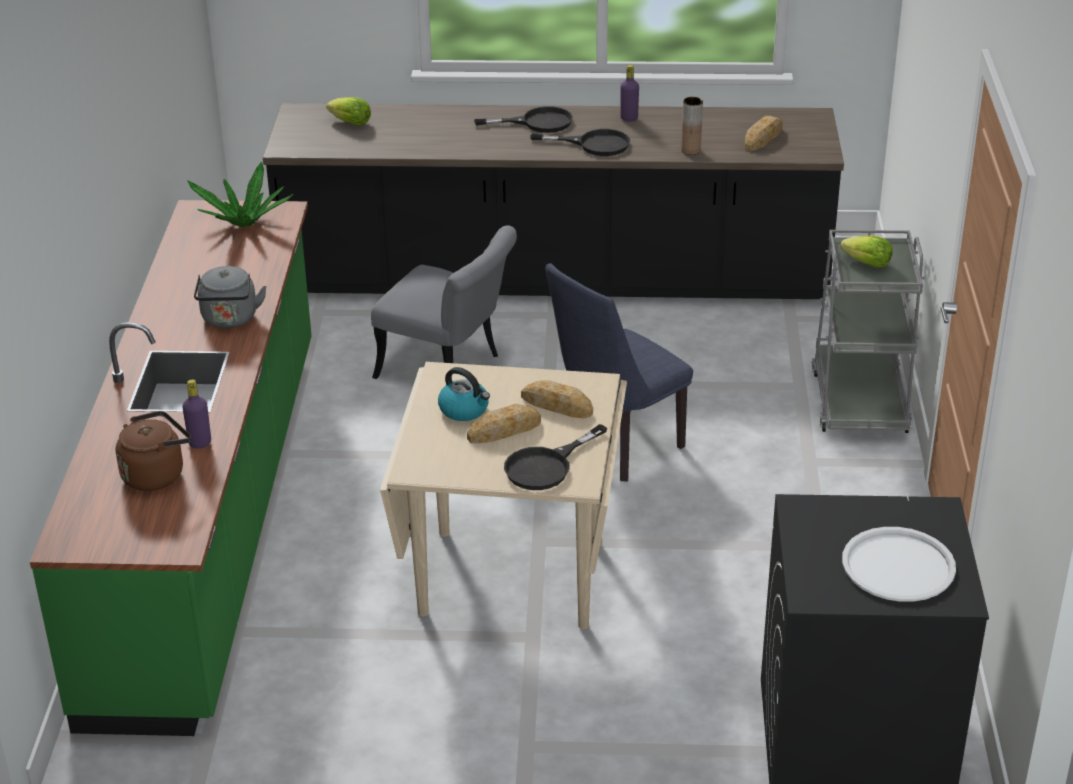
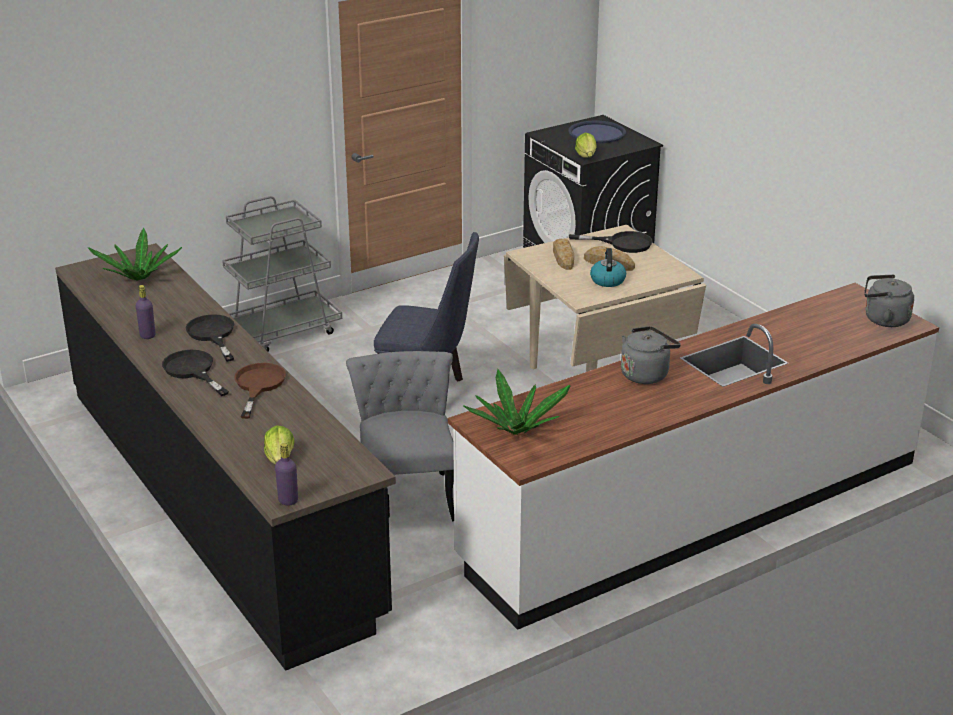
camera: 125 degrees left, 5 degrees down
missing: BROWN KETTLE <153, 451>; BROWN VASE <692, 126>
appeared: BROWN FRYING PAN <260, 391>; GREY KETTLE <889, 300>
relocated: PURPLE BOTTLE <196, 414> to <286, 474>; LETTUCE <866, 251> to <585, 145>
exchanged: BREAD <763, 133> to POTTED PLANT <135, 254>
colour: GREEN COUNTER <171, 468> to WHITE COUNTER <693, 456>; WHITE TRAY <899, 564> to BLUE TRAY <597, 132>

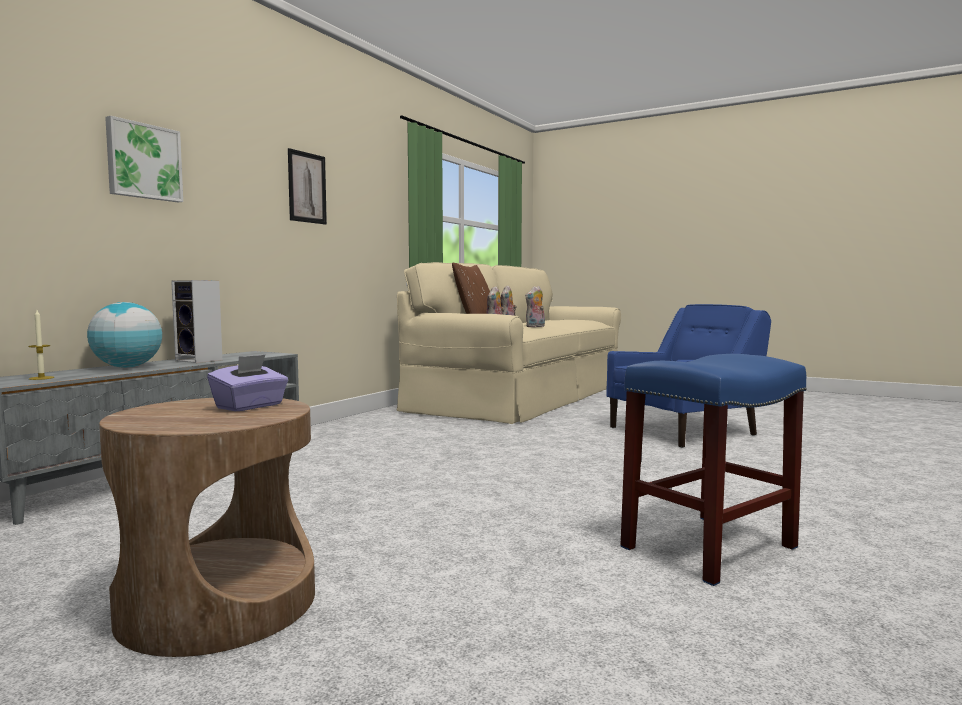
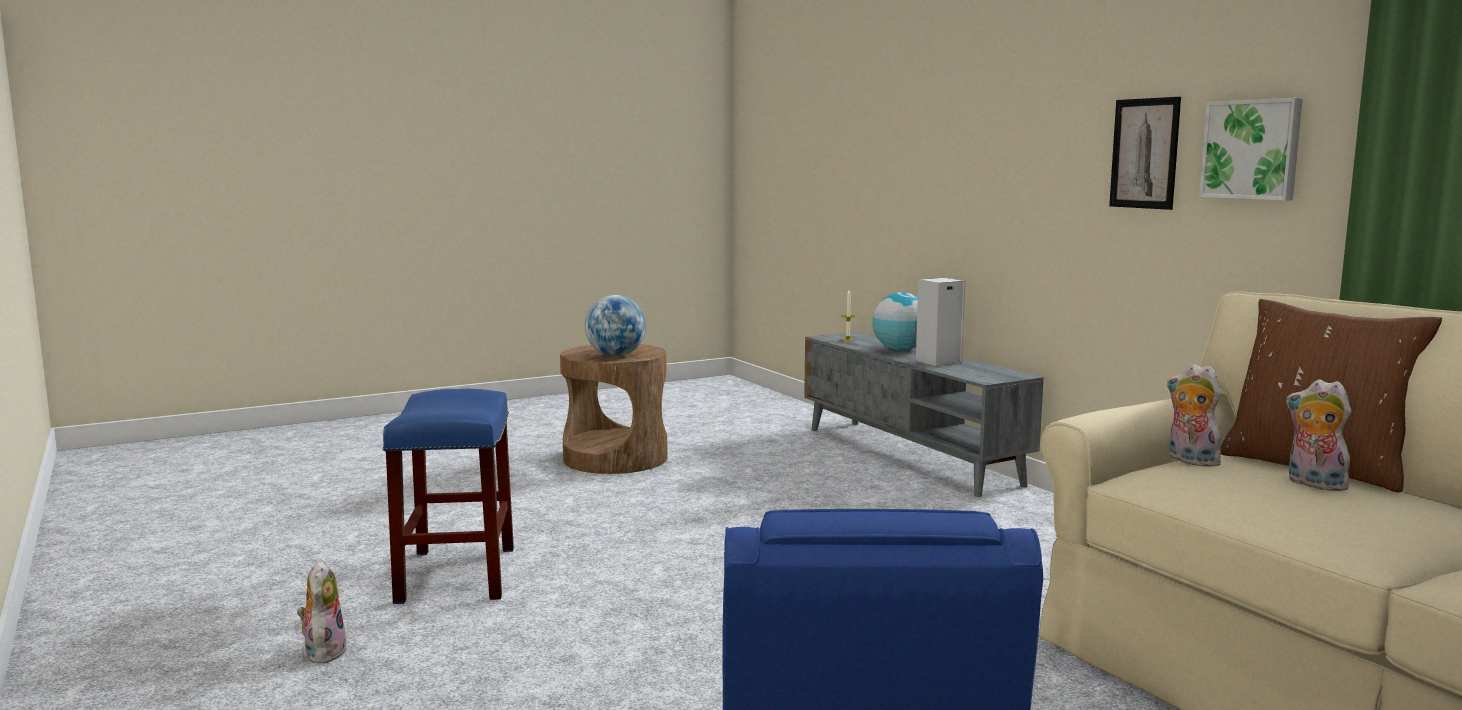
camera: 120 degrees right, 5 degrees up
relocated: PICTURE <144, 159> to <1251, 149>; PLUSH TOY <535, 306> to <322, 612>
exchanged: PURPLE TISSUE BOX <247, 382> to GLOBE <615, 326>

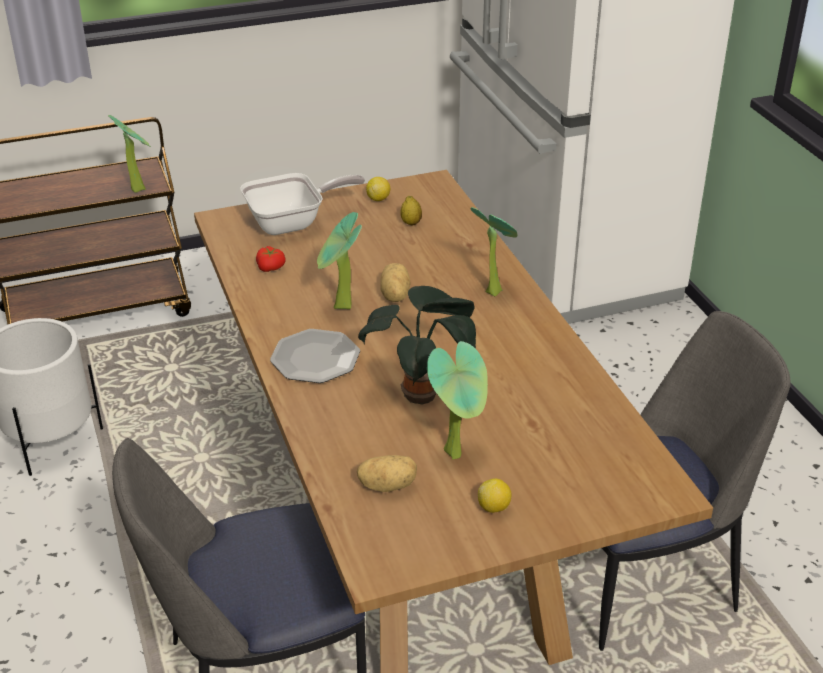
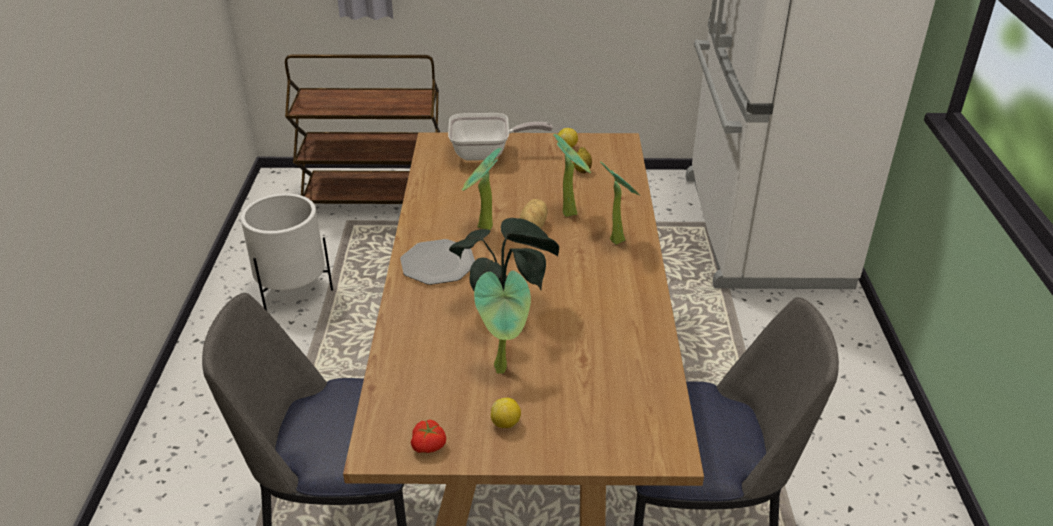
camera: 20 degrees right, 0 degrees up
missing: POTATO <387, 473>
relocated: POTTED PLANT <129, 154> to <572, 175>; TOMATO <271, 259> to <428, 436>

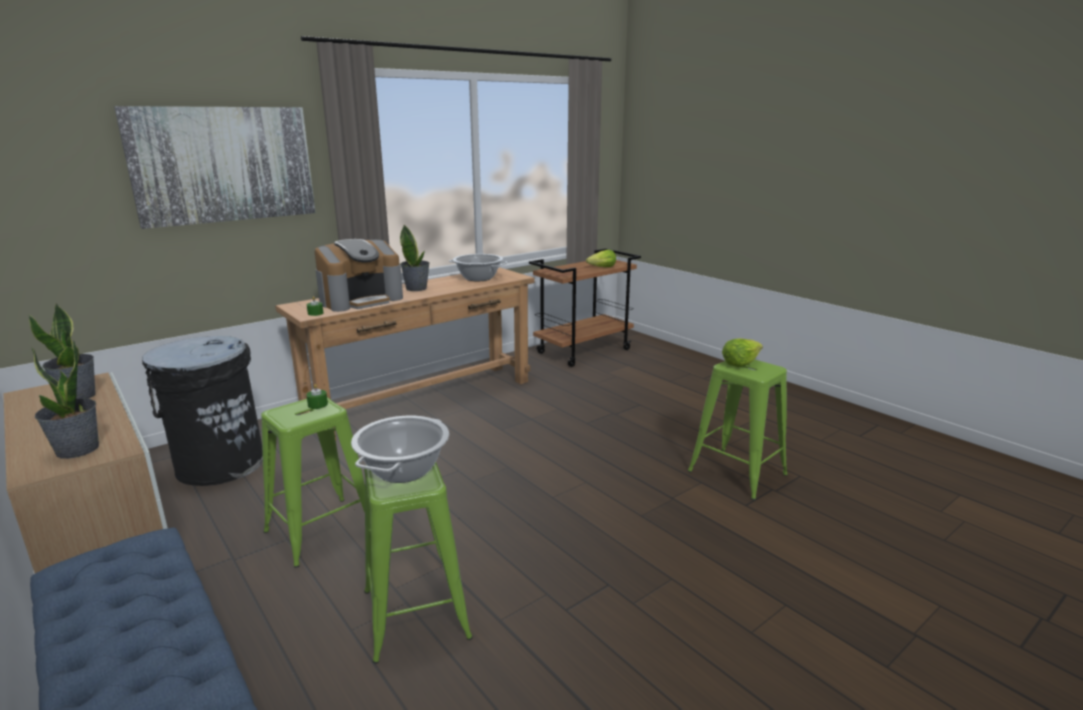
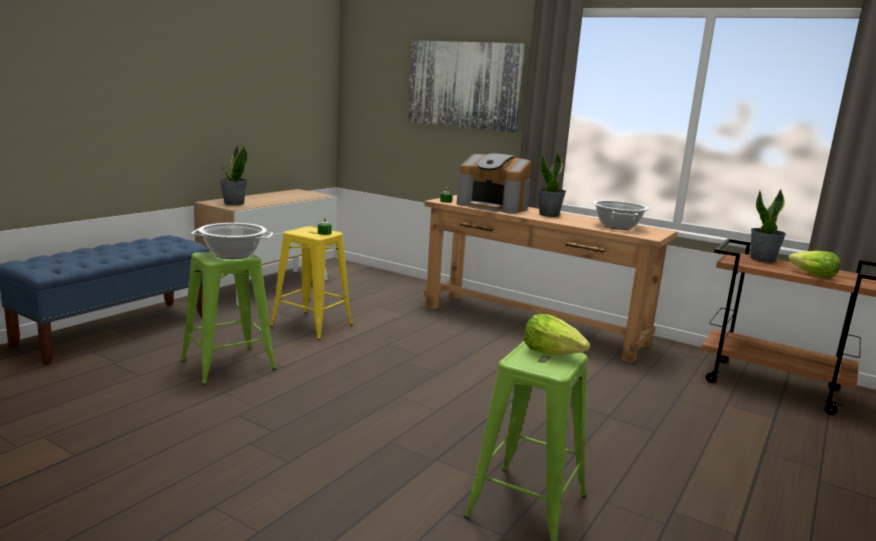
camera: 70 degrees right, 5 degrees down
missing: BLACK TRASH CAN <202, 411>
relocated: POTTED PLANT <62, 351> to <768, 225>
colour: GREEN STOOL <313, 482> to YELLOW STOOL <311, 283>

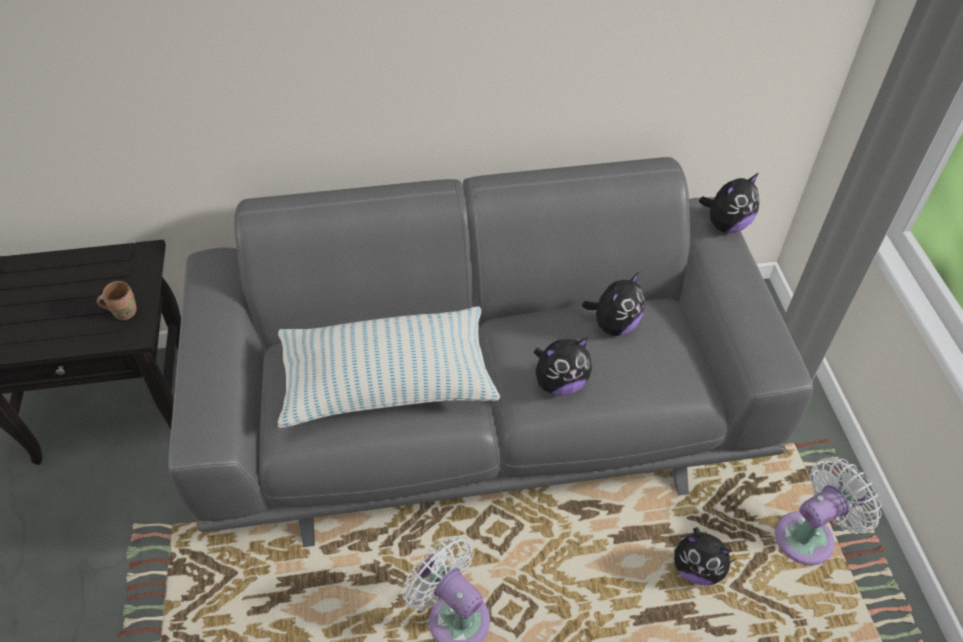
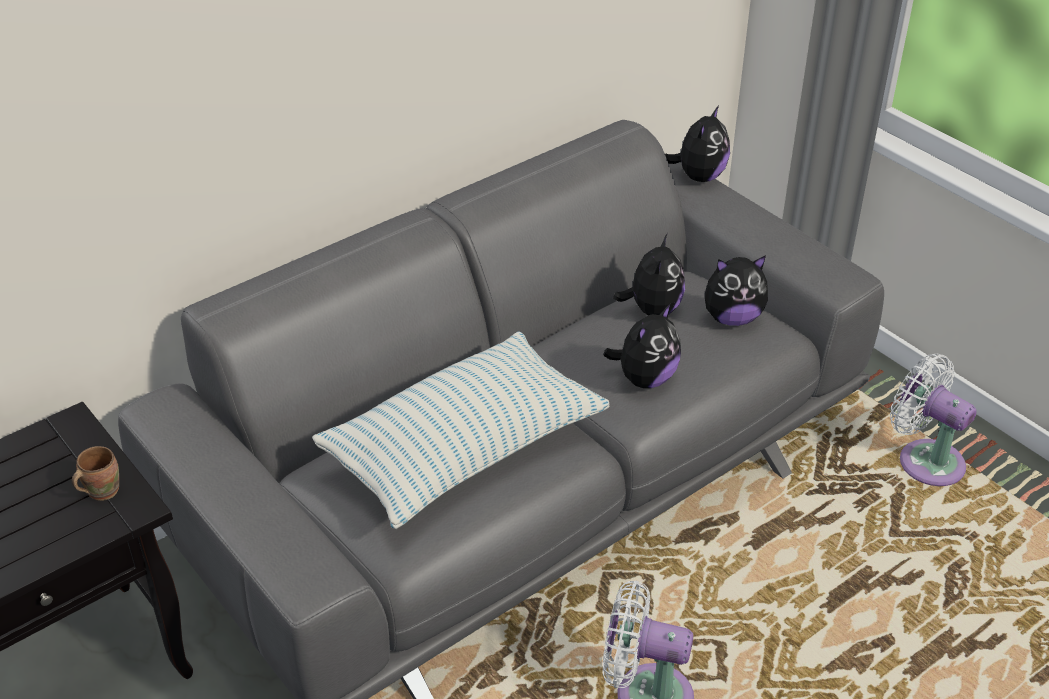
camera: 30 degrees left, 10 degrees down
relocated: PLUSH TOY <704, 556> to <736, 290>
spun: WHITE FAN <828, 511> = <933, 420> 75 degrees counterclockwise

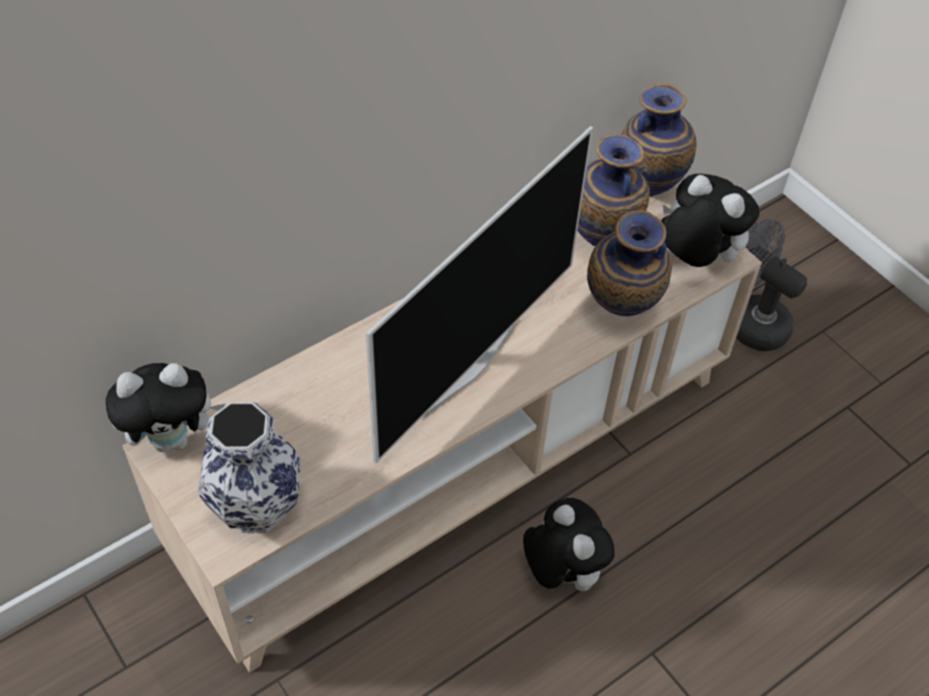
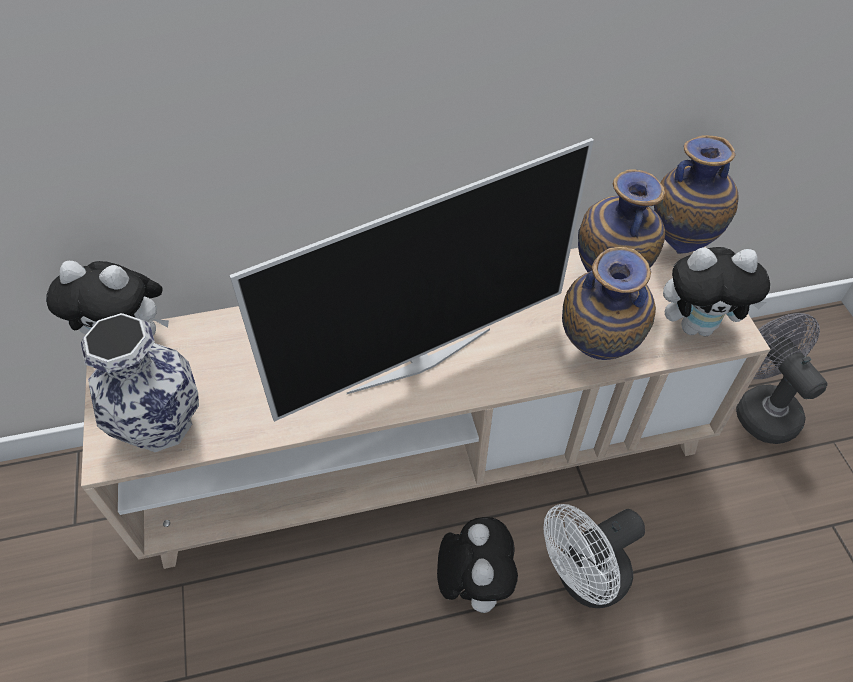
camera: 25 degrees right, 0 degrees up
appeared: WHITE FAN <594, 556>
spun: PLUSH TOY <710, 220> = <716, 291> 120 degrees clockwise

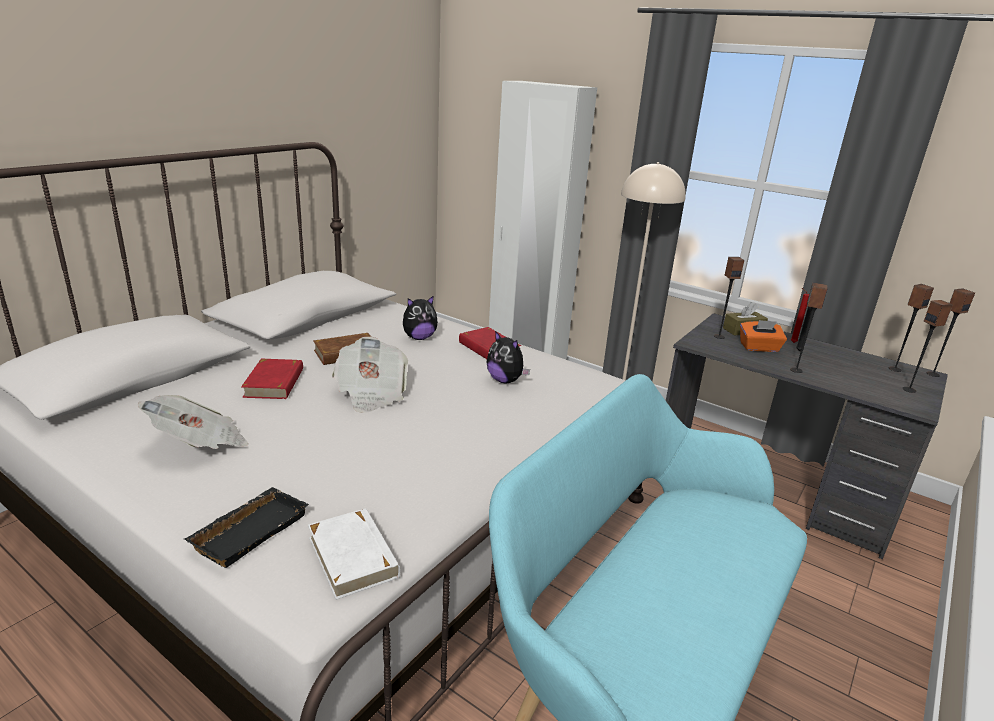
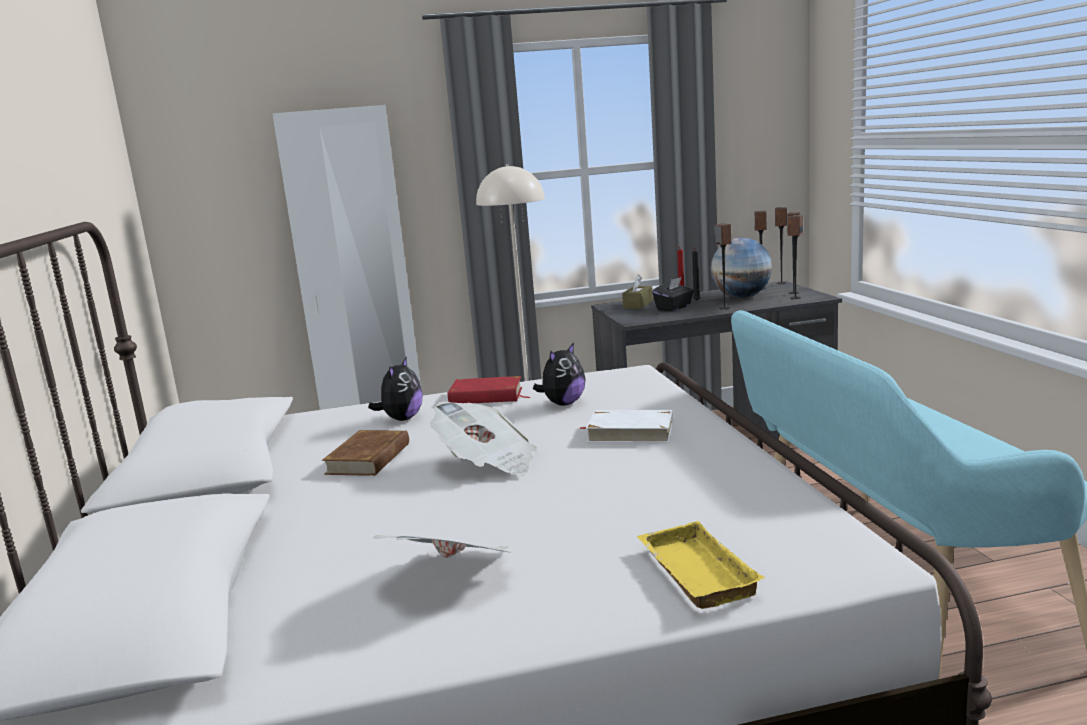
camera: 45 degrees left, 10 degrees down
missing: RED BOOK <272, 379>
appeared: GLOBE <741, 268>
relocated: WHITE BOOK <354, 554> to <626, 426>; SPEAKER <729, 298> to <795, 257>
colour: BLACK TRAY <246, 527> to YELLOW TRAY <701, 565>; ORANGE TISSUE BOX <763, 336> to BLACK TISSUE BOX <673, 294>
spun: PLUSH TOY <508, 357> = <559, 374> 45 degrees counterclockwise

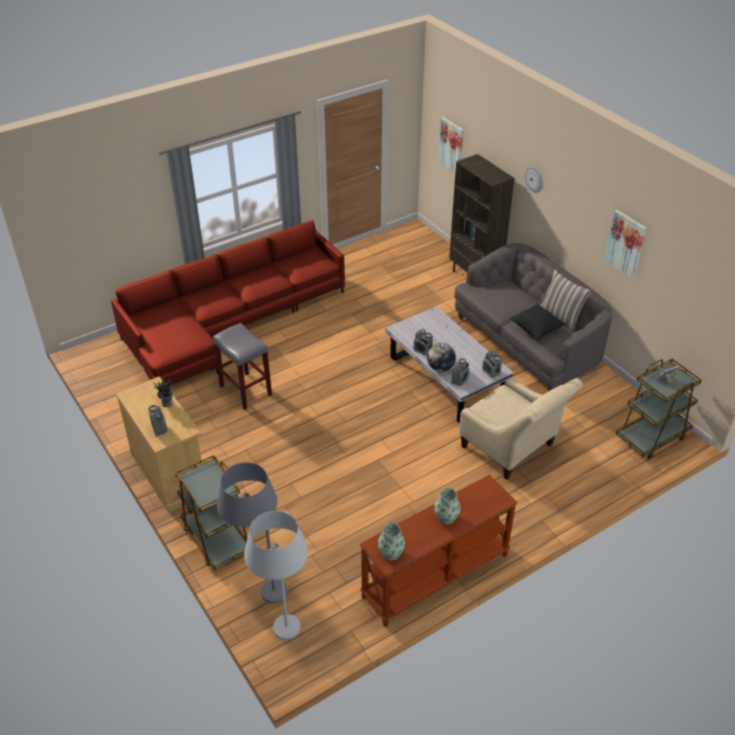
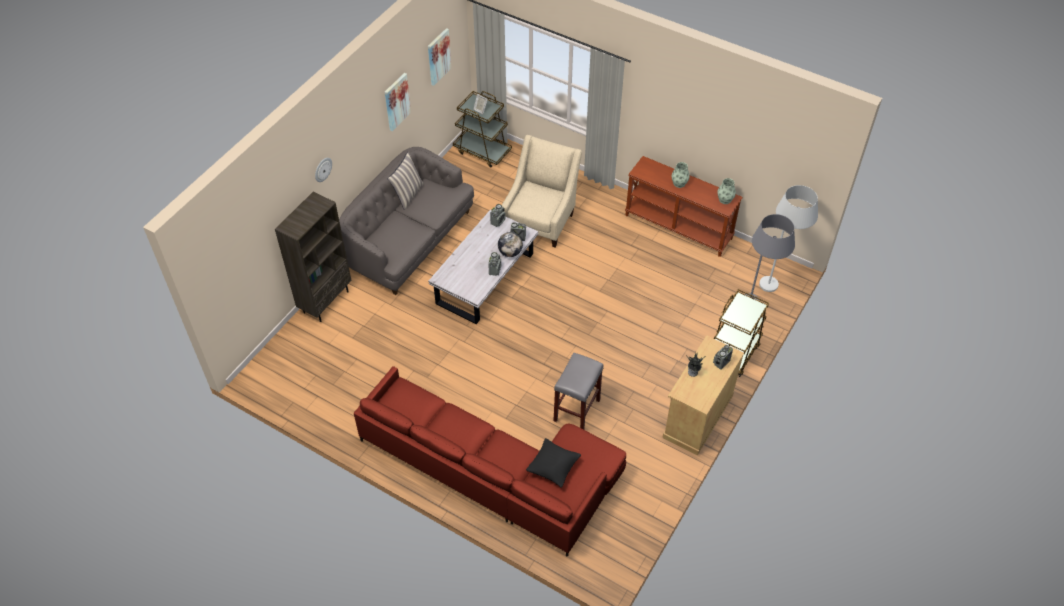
camera: 115 degrees left, 10 degrees up
relocated: PICTURE <451, 145> to <440, 57>; BLACK PILLOW <538, 322> to <553, 463>

